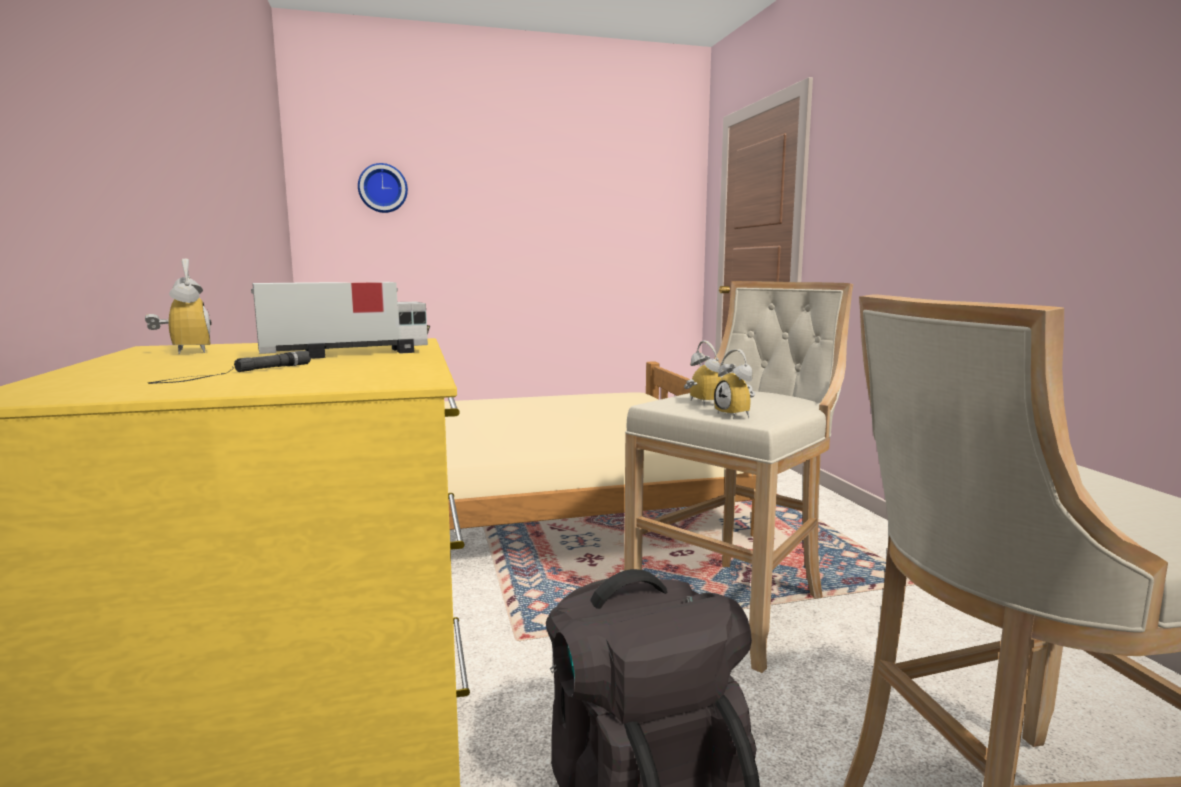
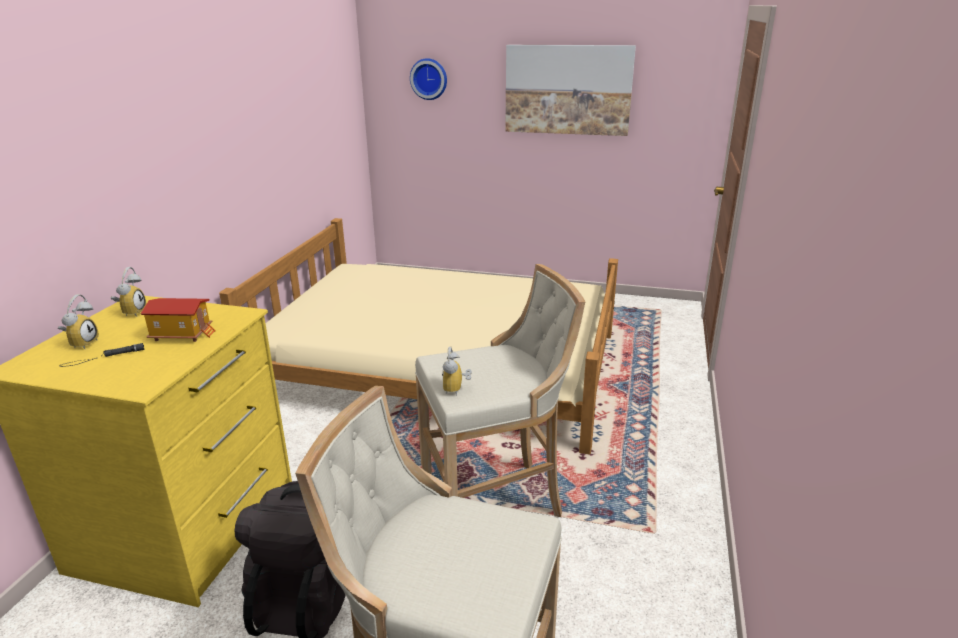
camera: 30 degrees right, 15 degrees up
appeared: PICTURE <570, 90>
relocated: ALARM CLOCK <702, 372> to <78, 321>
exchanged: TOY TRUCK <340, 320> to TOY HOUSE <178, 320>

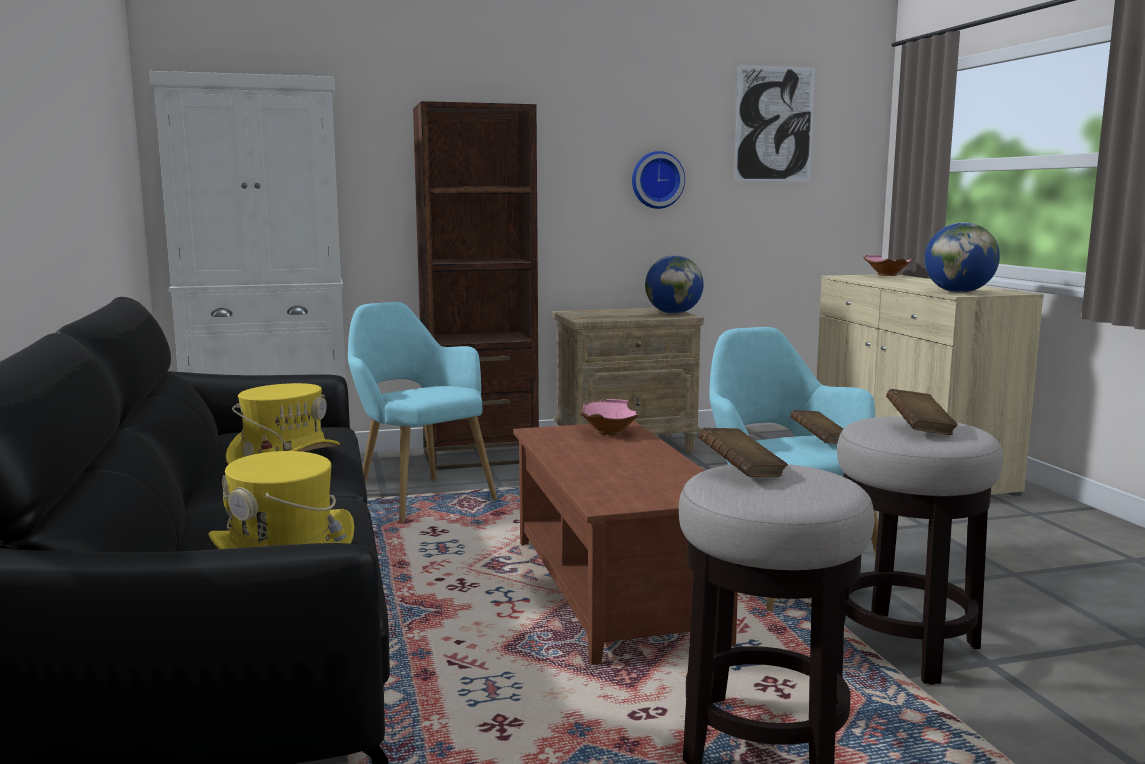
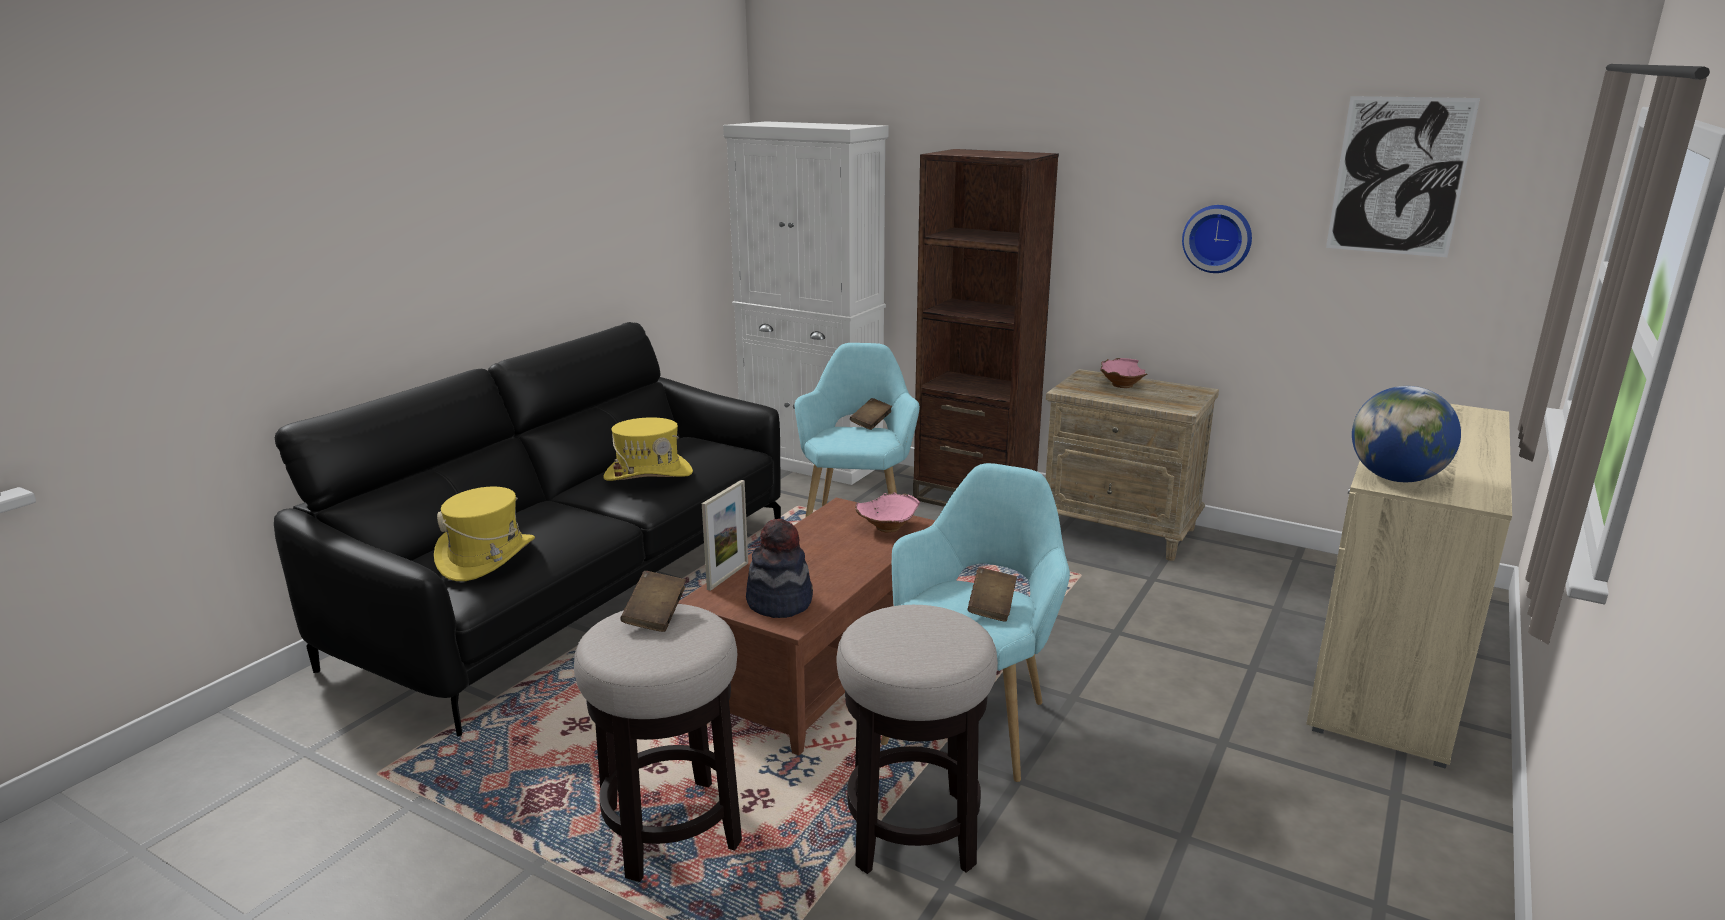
camera: 45 degrees right, 10 degrees up
missing: GLOBE <674, 284>
appeared: PICTURE FRAME <725, 535>; HAT <779, 568>
relocated: PINK BOWL <888, 265> to <1123, 373>; BROWN BOOK <922, 412> to <871, 414>

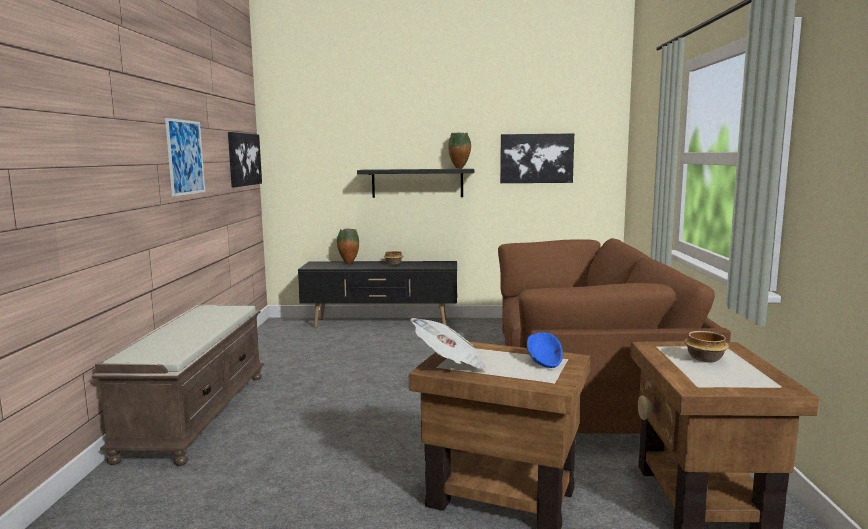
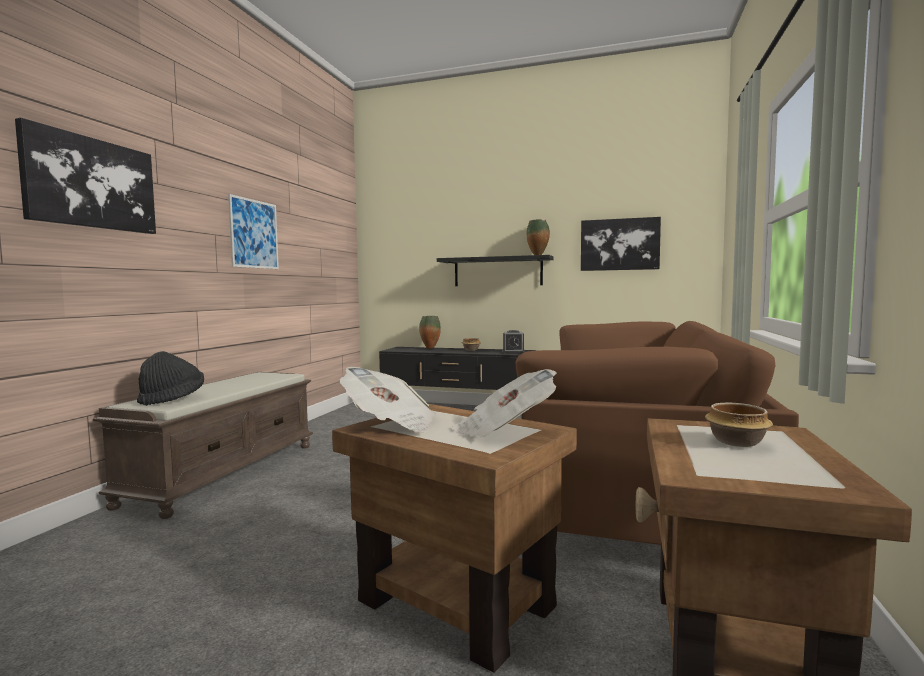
camera: 15 degrees right, 5 degrees down
appeared: BLACK HAT <170, 378>; ALARM CLOCK <513, 341>
relocated: PICTURE <245, 159> to <85, 176>
exchanged: BLUE BOWL <545, 350> to NEWSPAPER <504, 403>

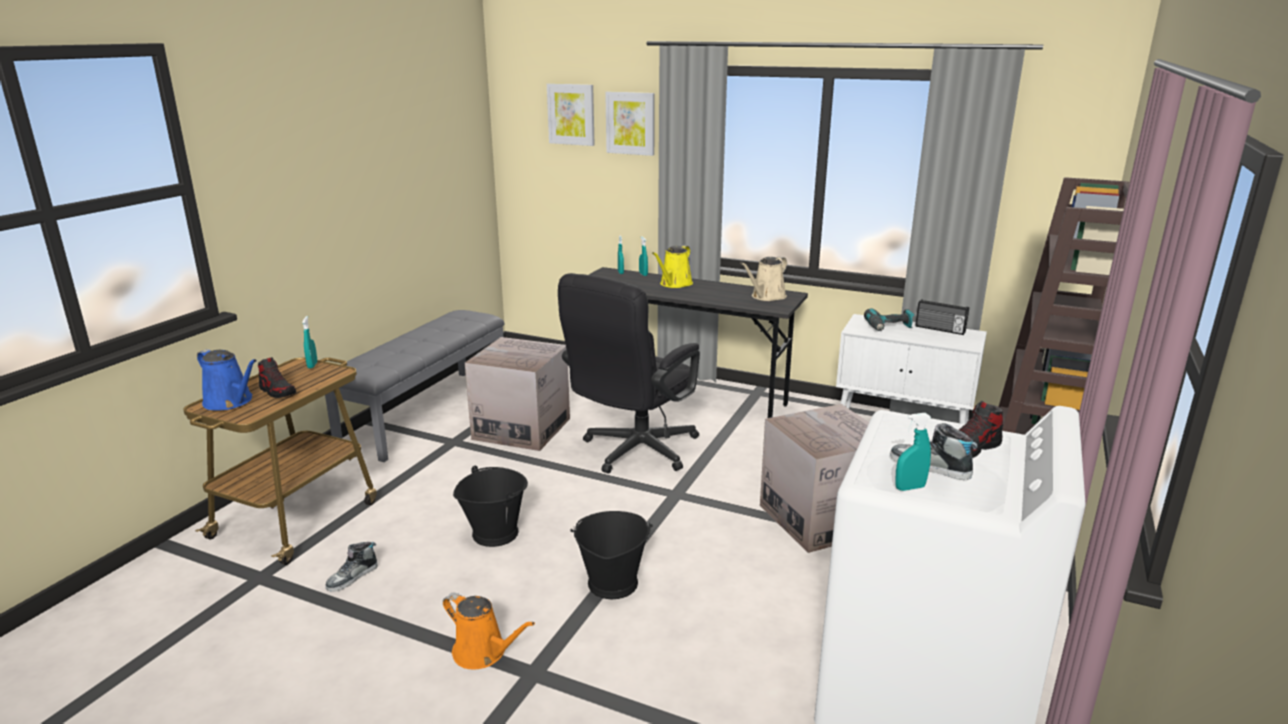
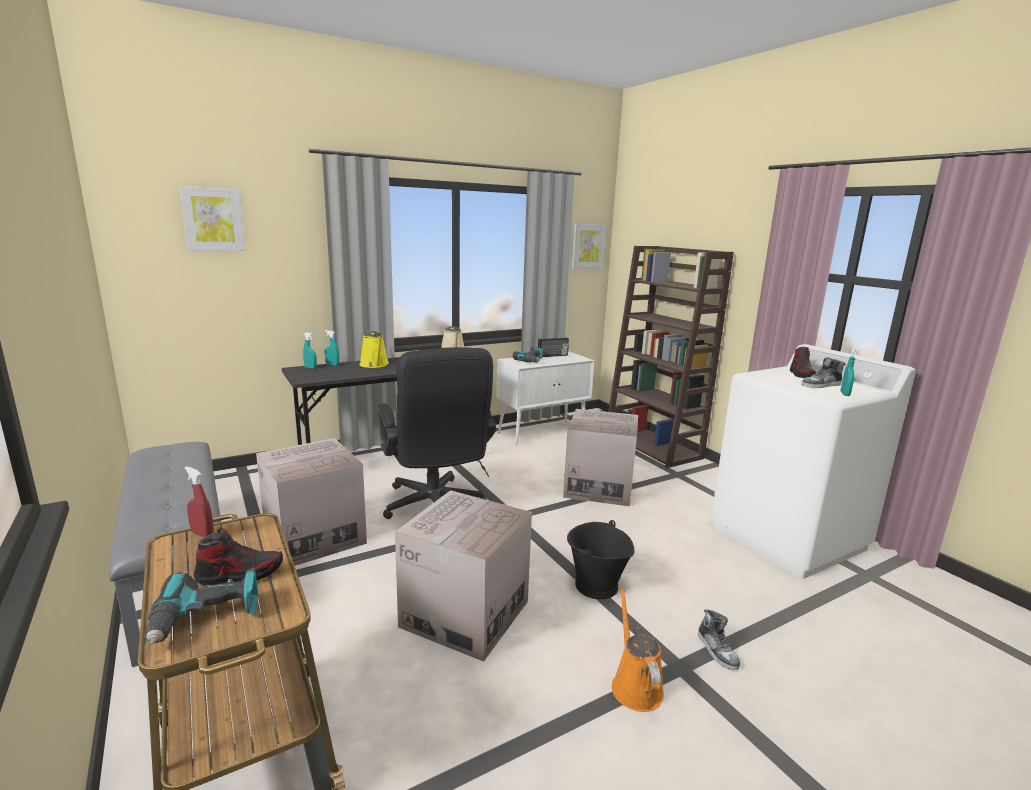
camera: 55 degrees left, 5 degrees down
relocated: SHOE <351, 567> to <719, 639>; PICTURE <630, 123> to <589, 246>
exchanged: BLUE WATERING CAN <227, 380> to POWER DRILL <201, 606>; BLACK BUCKET <490, 506> to CARDBOARD BOX <463, 576>
colour: TURQUOISE SPRAY BOTTLE <309, 342> to RED SPRAY BOTTLE <199, 502>
spun: ORANGE WATERING CAN <489, 631> = <638, 650> 75 degrees counterclockwise

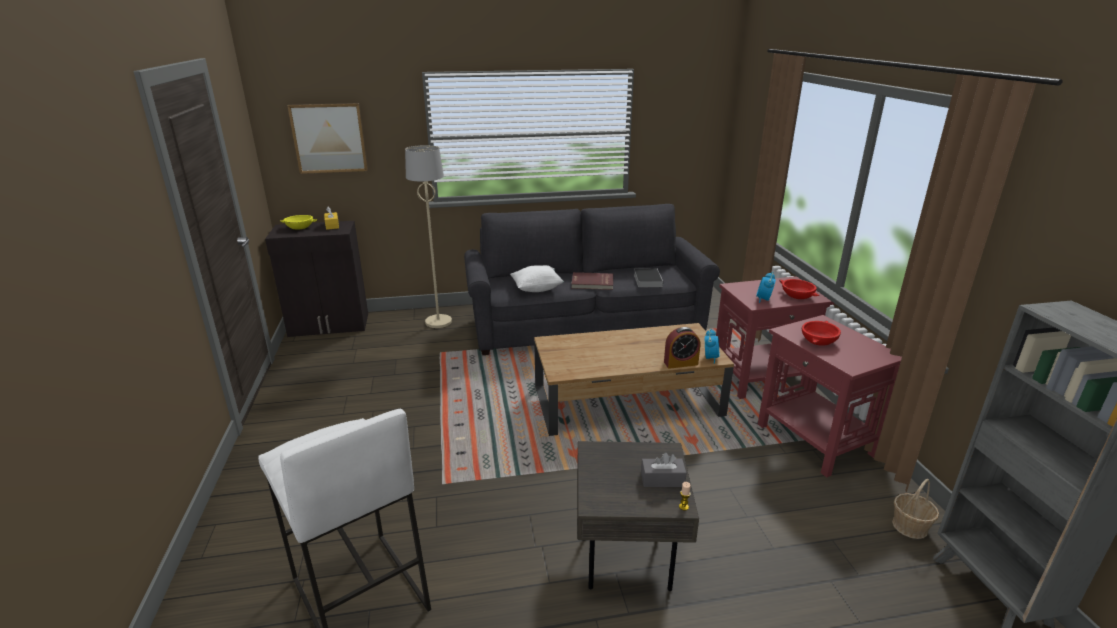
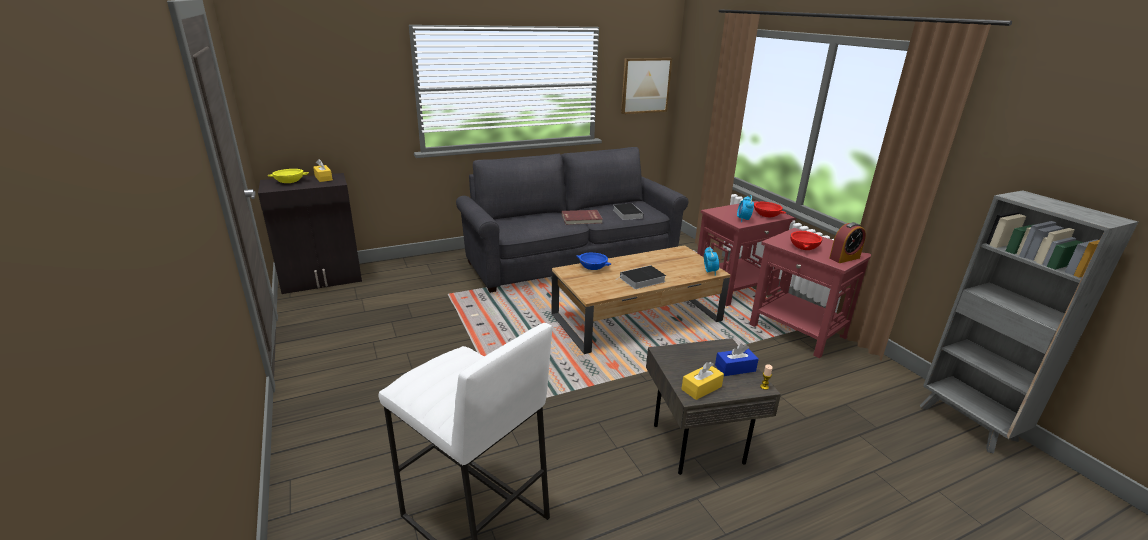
camera: 15 degrees left, 0 degrees up
missing: BEIGE FLOOR LAMP <428, 236>; WHITE PILLOW <537, 278>; BASKET <915, 509>
appeared: BLUE BOWL <593, 261>; BOOK <640, 277>; YELLOW TISSUE BOX <702, 381>
relocated: PICTURE <327, 138> to <646, 86>; ALARM CLOCK <682, 348> to <847, 242>
colour: GREY TISSUE BOX <664, 469> to BLUE TISSUE BOX <737, 360>

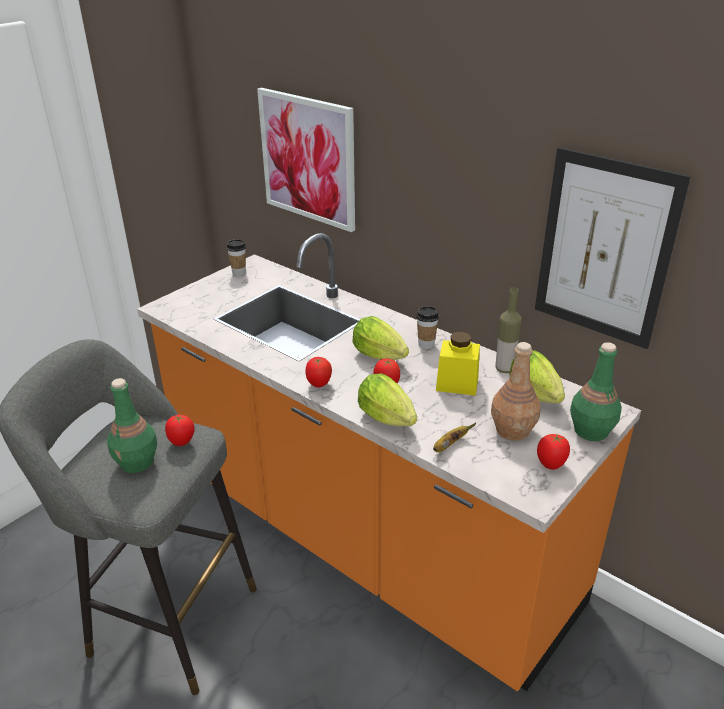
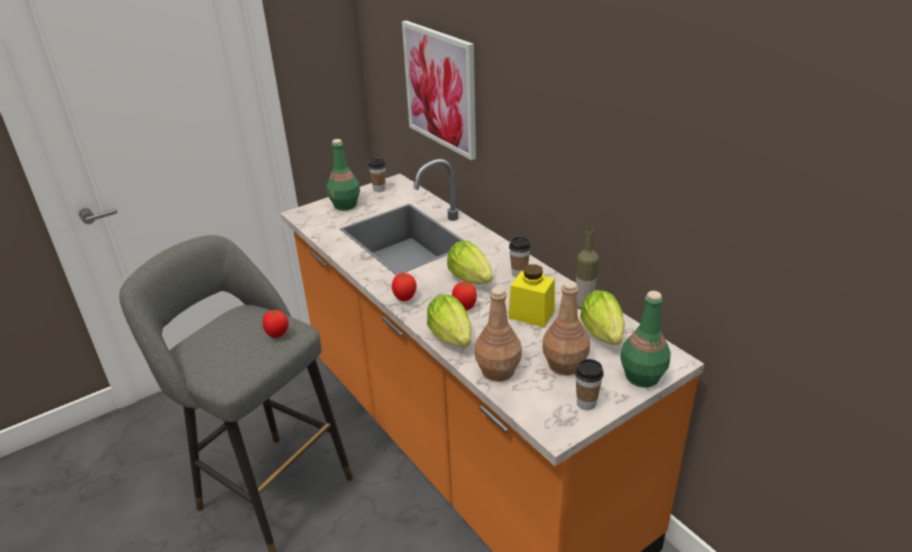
camera: 15 degrees right, 0 degrees up
missing: PICTURE <613, 248>
relocated: GREEN BOTTLE <132, 425> to <343, 175>
exchanged: BANANA <454, 437> to BROWN BOTTLE <498, 334>; TOMATO <553, 452> to CUP <589, 384>

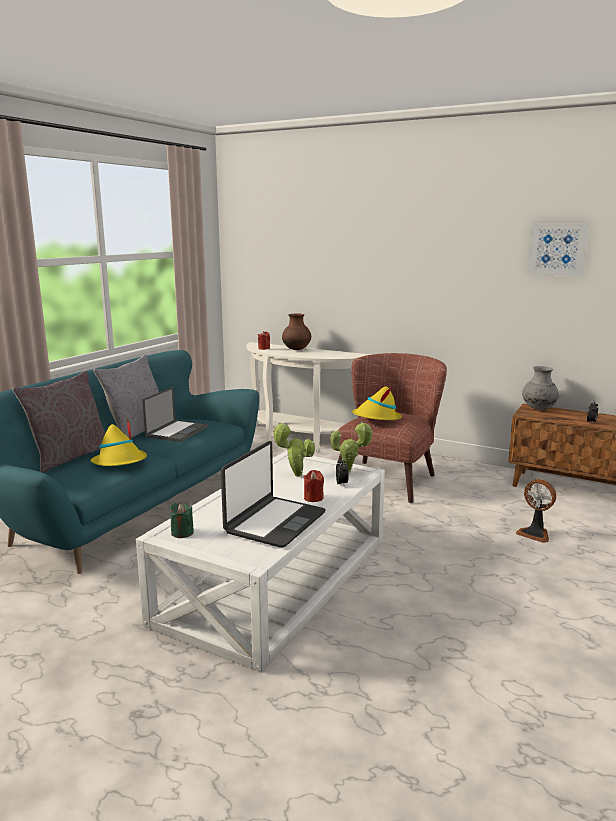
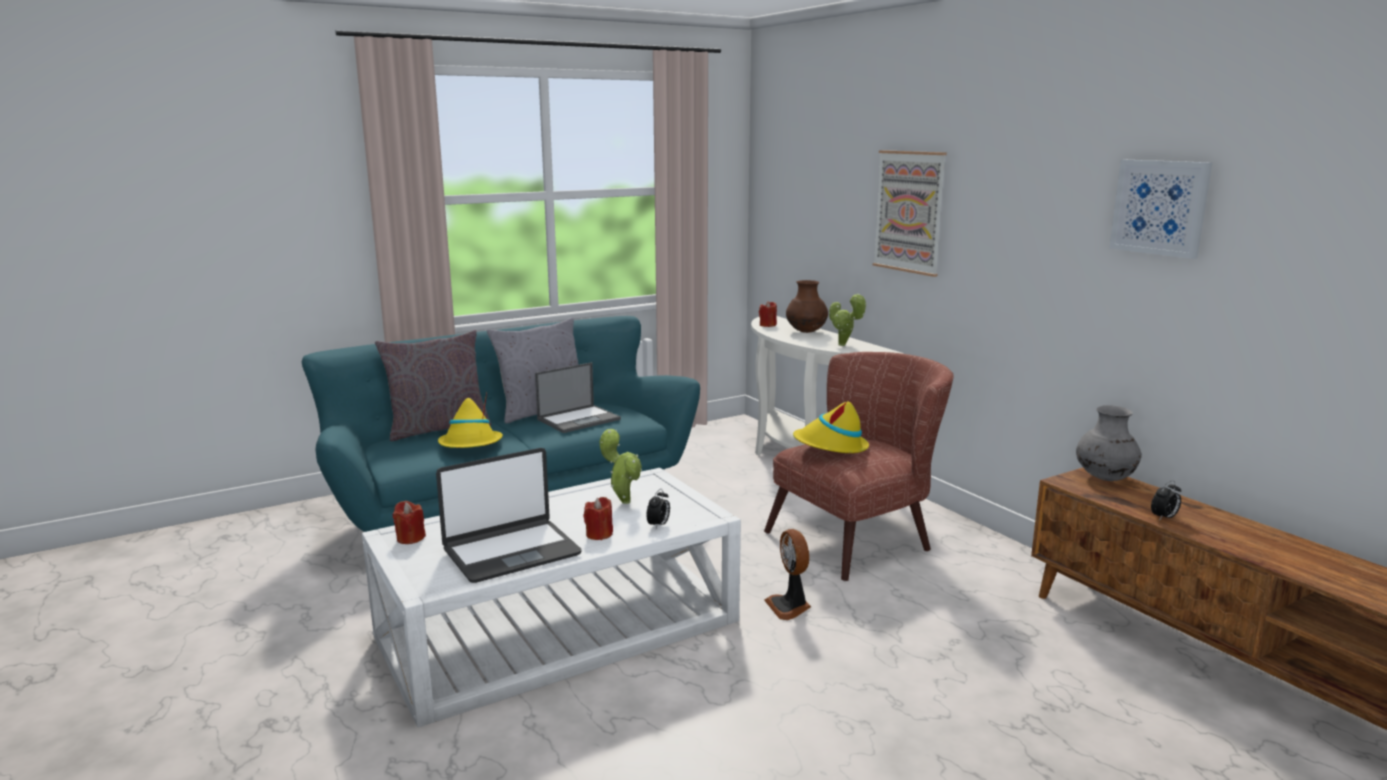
camera: 30 degrees right, 0 degrees up
appeared: PICTURE <910, 213>
relocated: POTTED PLANT <352, 447> to <848, 319>; FAN <536, 511> to <787, 574>
colour: GREEN CANDLE <182, 520> to RED CANDLE <409, 522>

